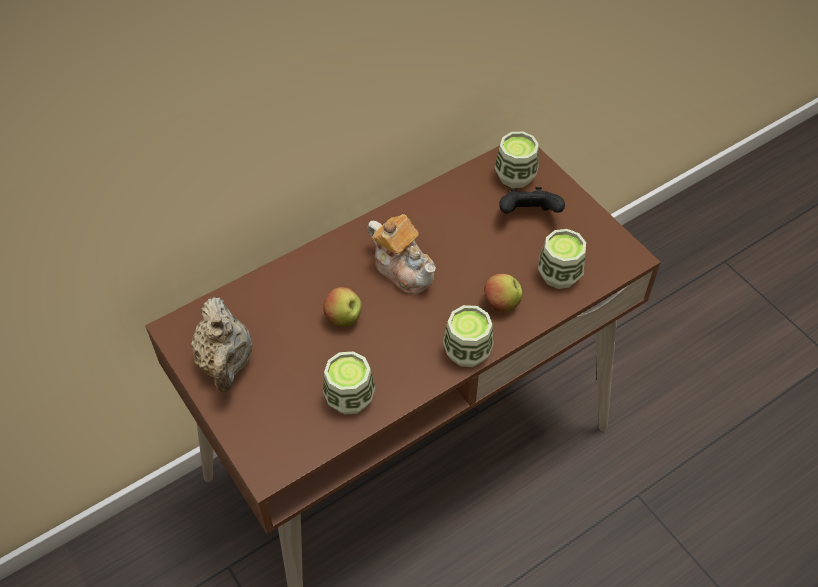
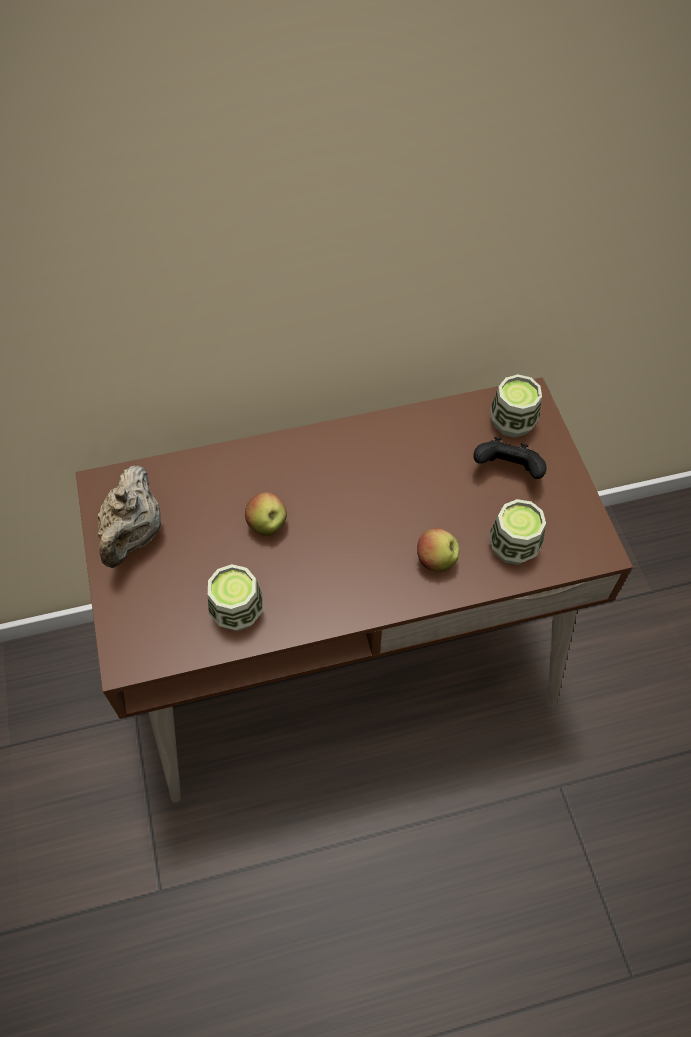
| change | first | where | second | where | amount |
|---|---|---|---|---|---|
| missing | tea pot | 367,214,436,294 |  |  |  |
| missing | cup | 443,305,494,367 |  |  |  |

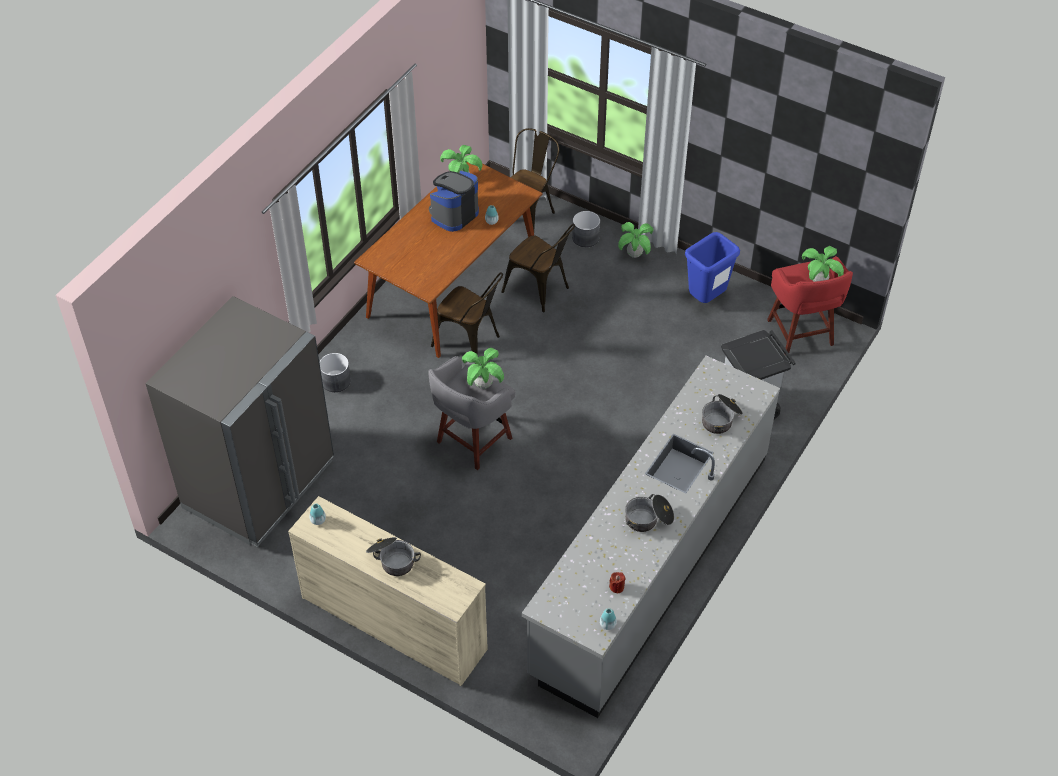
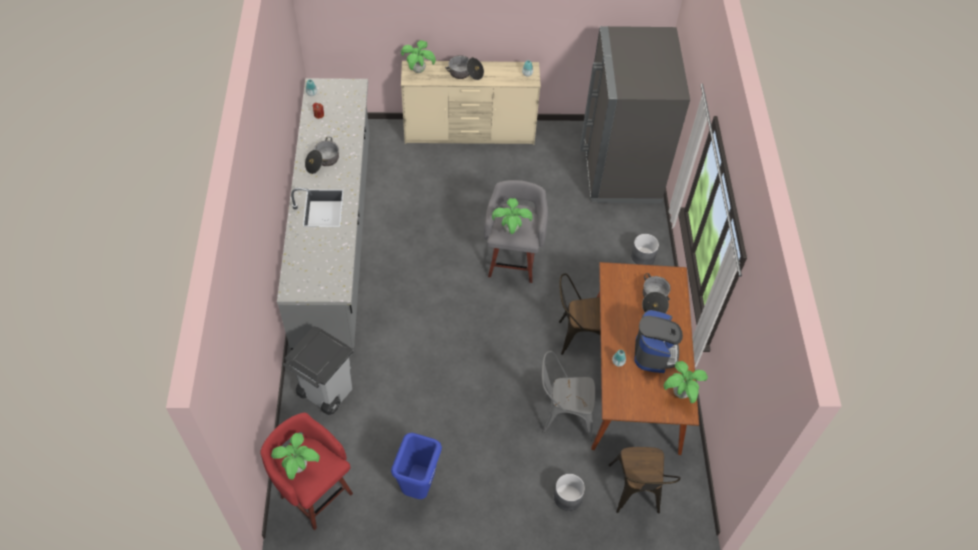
| change | first | where | second | where | amount |
|---|---|---|---|---|---|
| relocated | houseplant | 618,222,653,258 |  | 401,40,436,73 |  |
| relocated | saucepot | 702,394,743,434 |  | 642,273,671,314 |  |
| colour | plain chair in brown-coloured | 502,224,575,312 | plain chair in grey | 542,351,595,441 |  |

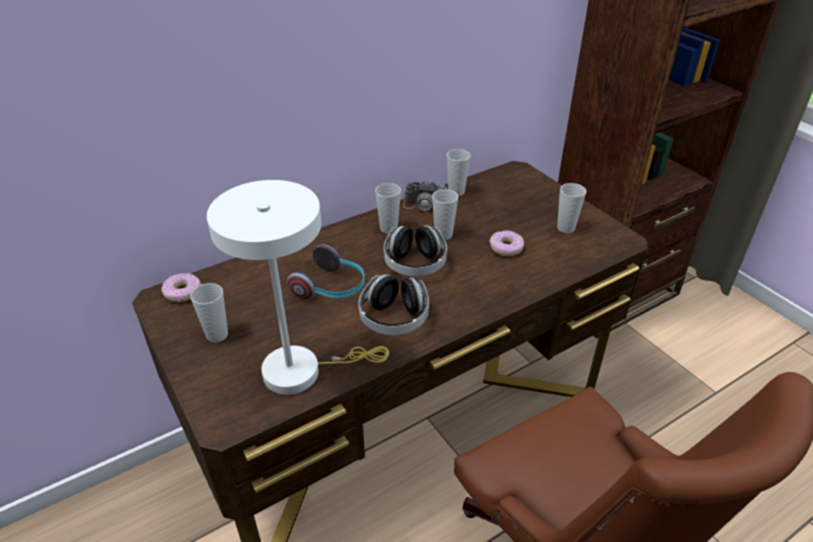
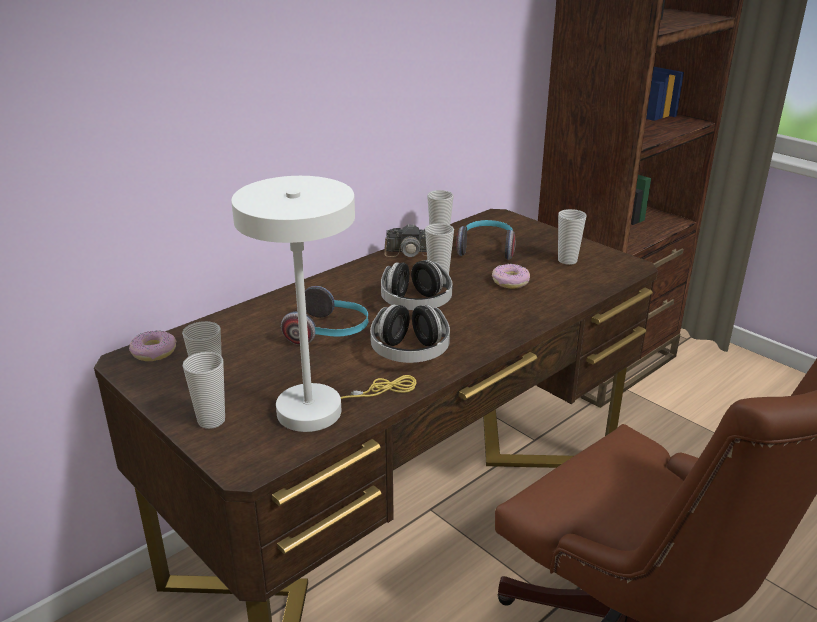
| change | first | where | second | where | amount |
|---|---|---|---|---|---|
| appeared |  |  | pair of headphones | 456,220,516,260 |  |
| relocated | cup | 375,183,401,234 |  | 183,352,225,429 |  |

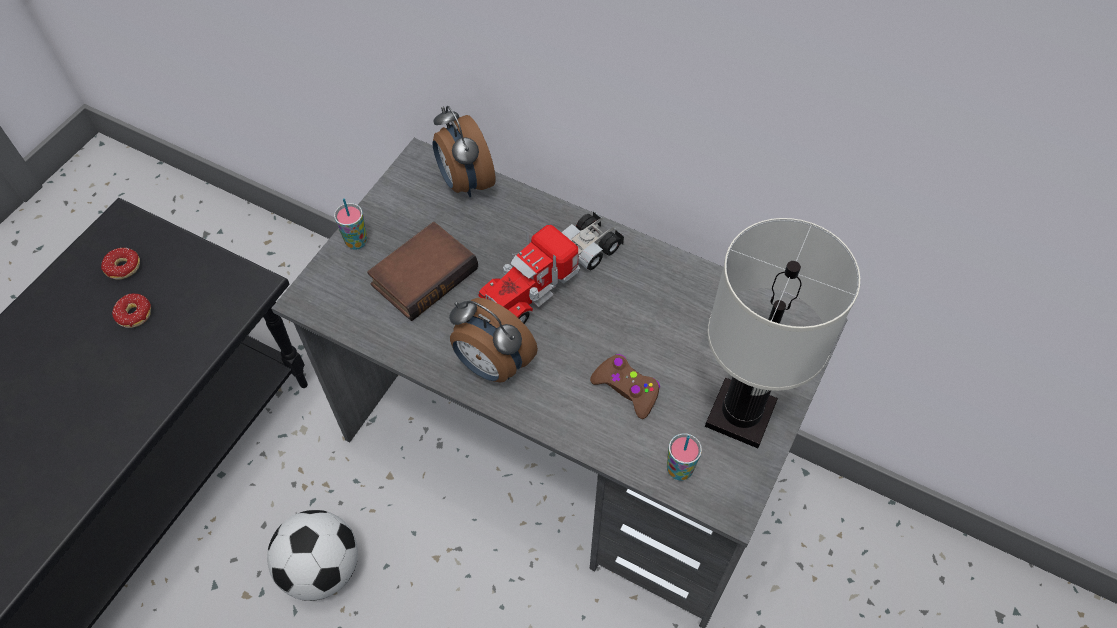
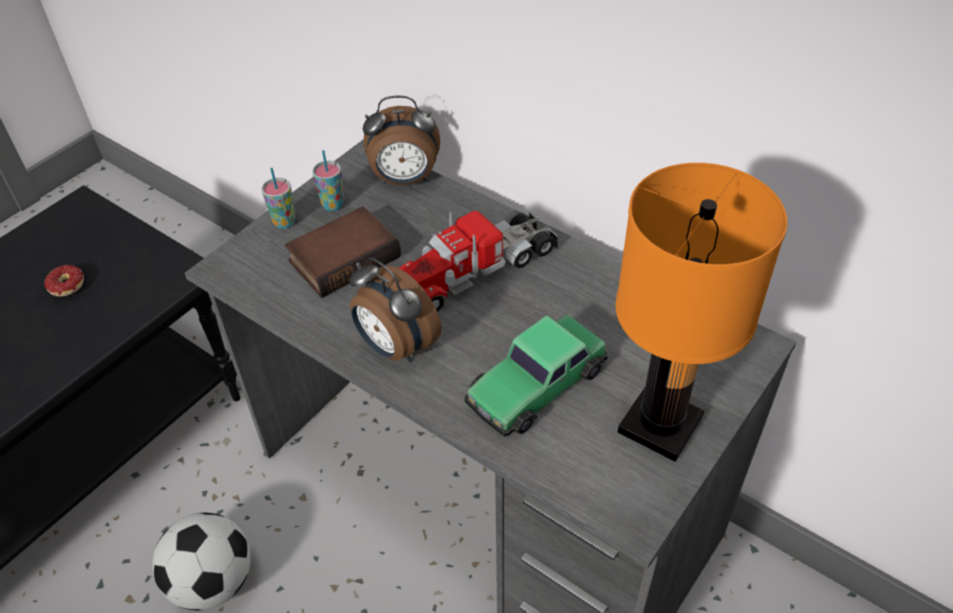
| change | first | where | second | where | amount |
|---|---|---|---|---|---|
| missing | ring doughnut | 101,248,140,280 |  |  |  |
| relocated | cup | 667,433,702,480 |  | 312,150,344,211 |  |
| exchanged | joypad in brown-coloured | 590,354,660,419 | toy car | 465,314,608,437 |  |
| colour | tabletop lamp in white-coloured | 705,218,860,448 | tabletop lamp in orangey | 615,163,788,462 |  |
| spun | table clock | 433,106,495,197 |  | 363,96,440,185 | 75 degrees counterclockwise |

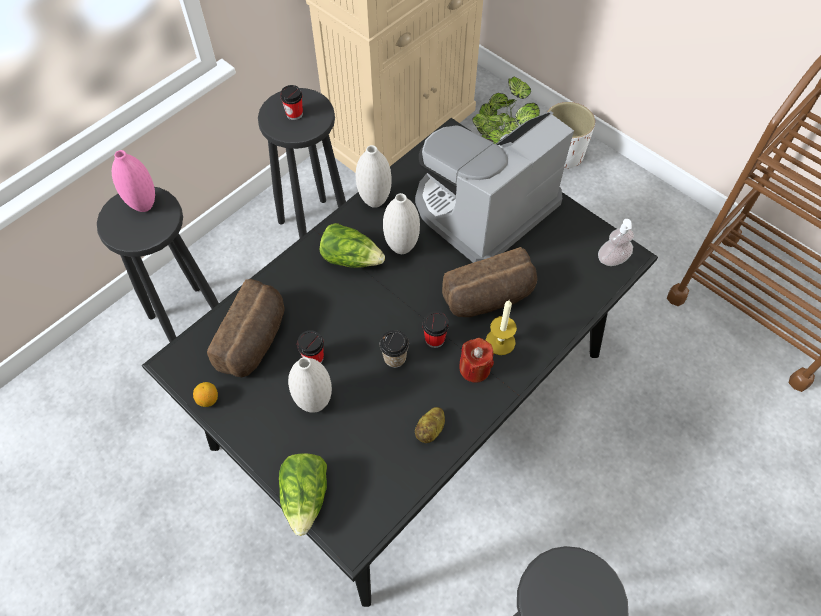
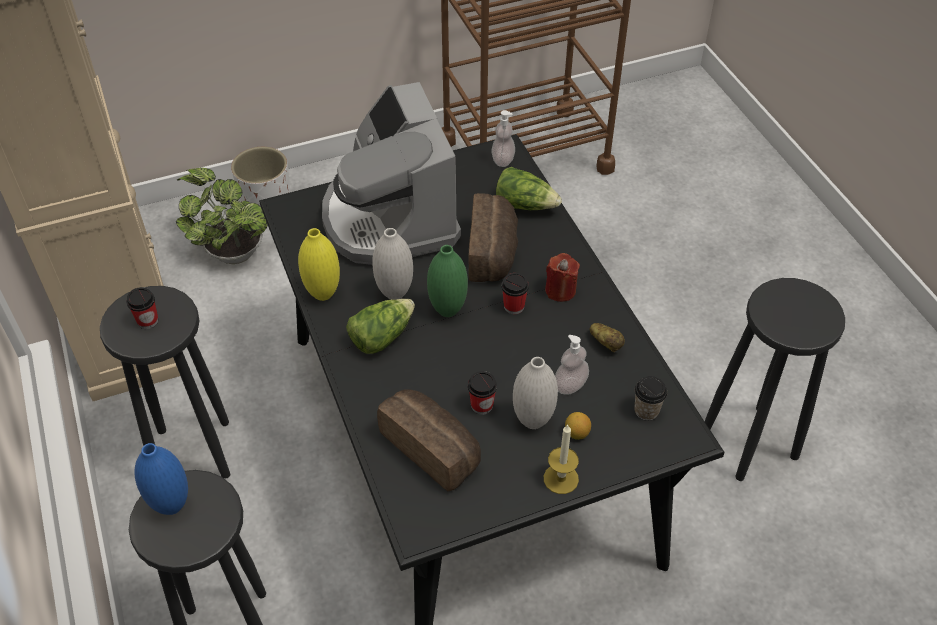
| change | first | where | second | where | amount |
|---|---|---|---|---|---|
| appeared |  |  | vase in green | 427,245,468,317 |  |
| appeared |  |  | liquid soap bottle | 555,335,589,395 |  |
| relocated | citrus fruit | 193,382,218,407 |  | 565,412,591,440 |  |
| relocated | head of lettuce | 279,453,327,536 |  | 496,167,562,210 |  |
| relocated | cup | 380,330,409,368 |  | 634,376,667,421 |  |
| relocated | wax candle | 486,300,517,355 |  | 544,425,579,494 |  |
| colour | vase in pink | 112,150,155,212 | vase in blue | 134,443,188,515 |  |
| colour | vase in white-coloured | 356,145,392,208 | vase in yellow-coloured | 298,228,340,301 |  |

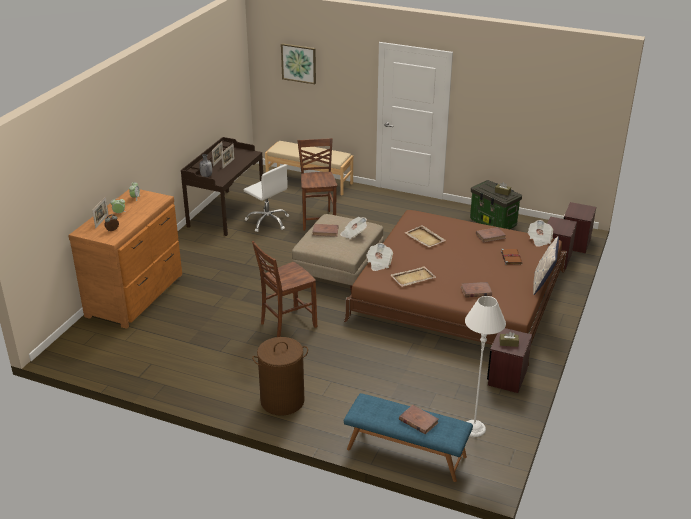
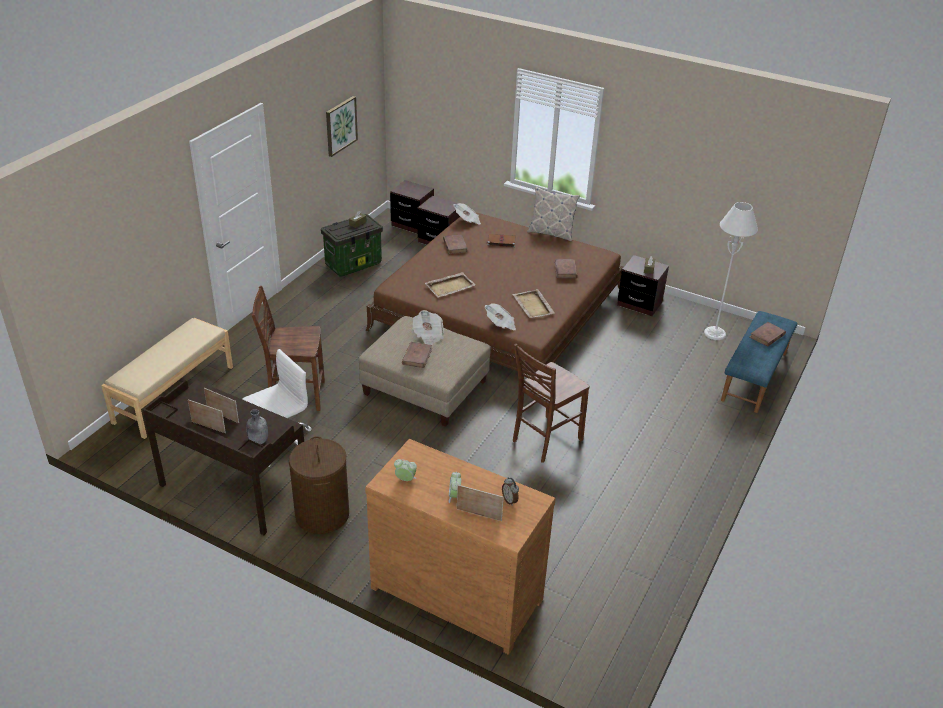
| change | first | where | second | where | amount |
|---|---|---|---|---|---|
| relocated | laundry basket in brown-coloured | 252,337,308,416 |  | 289,436,349,534 |  |
| relocated | picture | 281,43,316,84 |  | 326,96,358,157 |  |
| spun | plain chair in brown-coloured | 252,241,317,337 |  | 513,344,590,463 | 75 degrees clockwise |

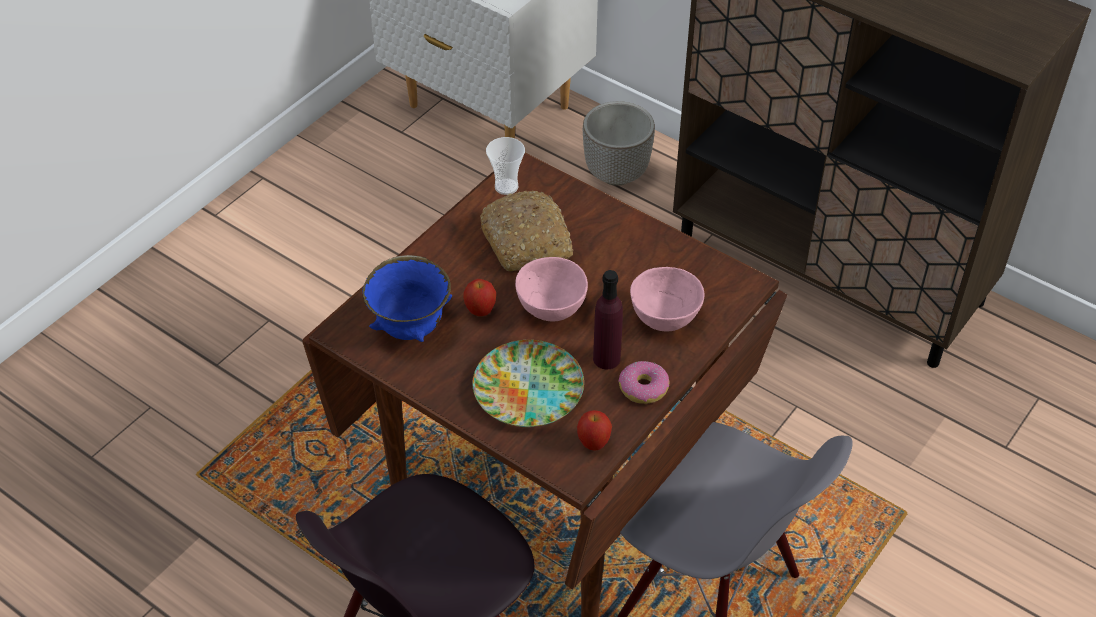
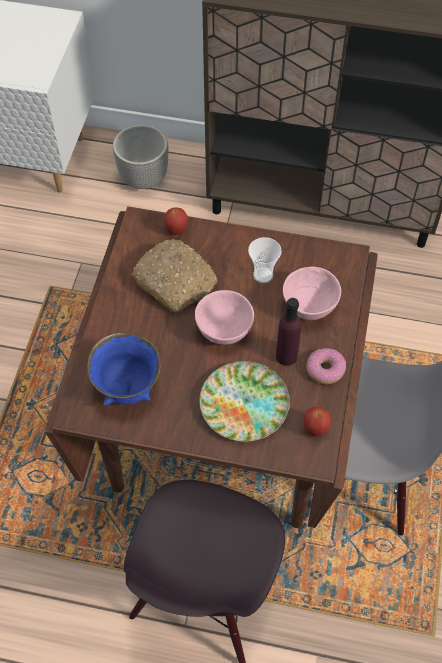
| change | first | where | second | where | amount |
|---|---|---|---|---|---|
| relocated | whole apple | 463,279,496,316 |  | 164,207,188,235 |  |
| relocated | cup | 486,137,525,195 |  | 248,237,282,283 |  |

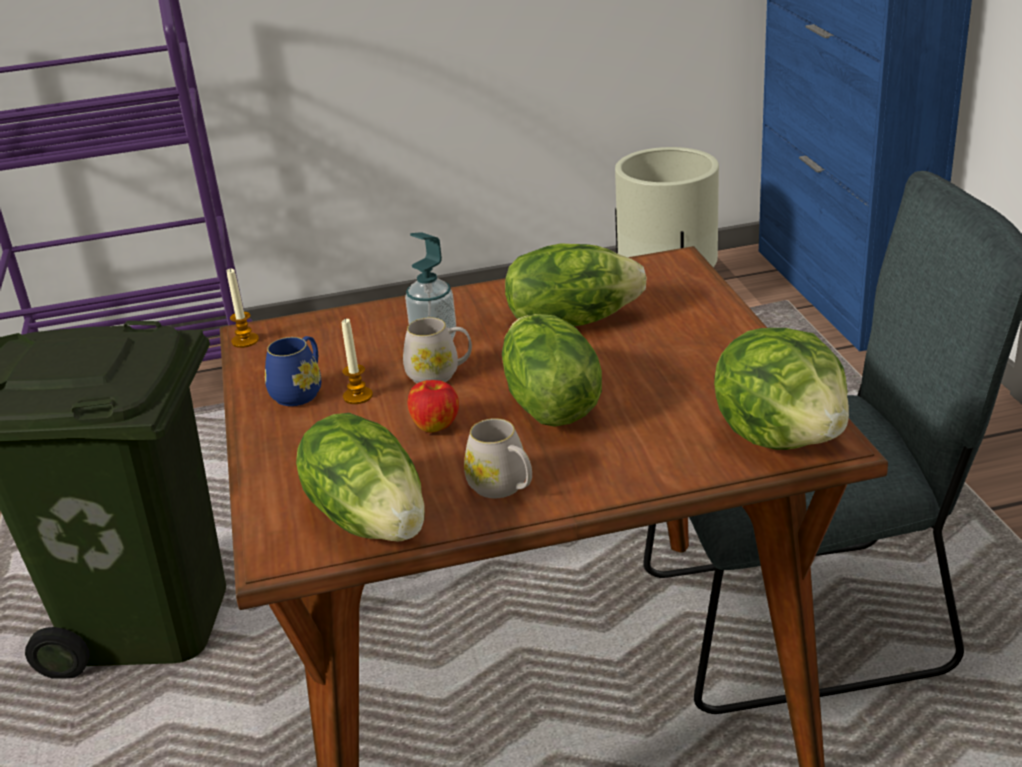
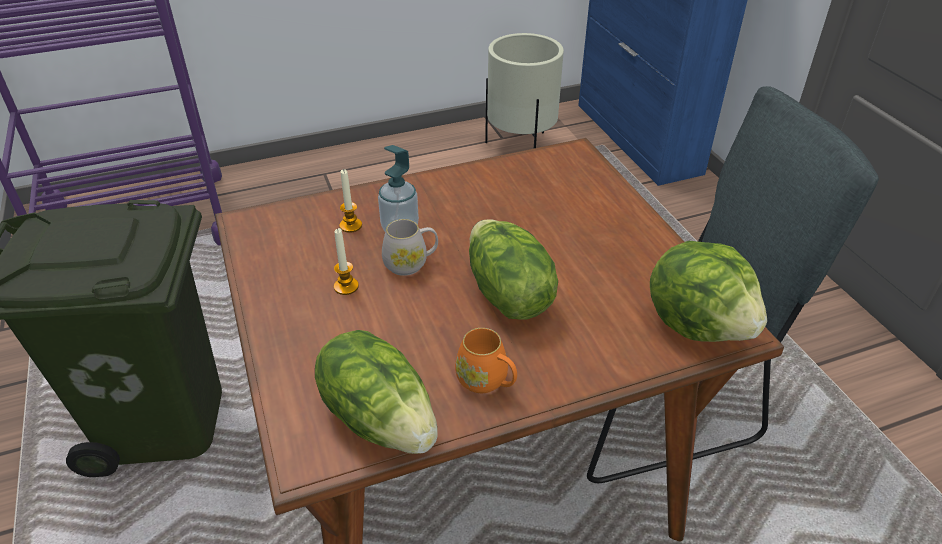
| change | first | where | second | where | amount |
|---|---|---|---|---|---|
| missing | mug in blue | 265,336,321,406 |  |  |  |
| missing | whole apple | 407,380,459,433 |  |  |  |
| missing | head of lettuce | 505,243,647,326 |  |  |  |
| relocated | wax candle | 227,269,259,348 |  | 339,169,362,233 |  |
| colour | mug in white-coloured | 464,418,532,498 | mug in orangey | 455,328,517,393 |  |

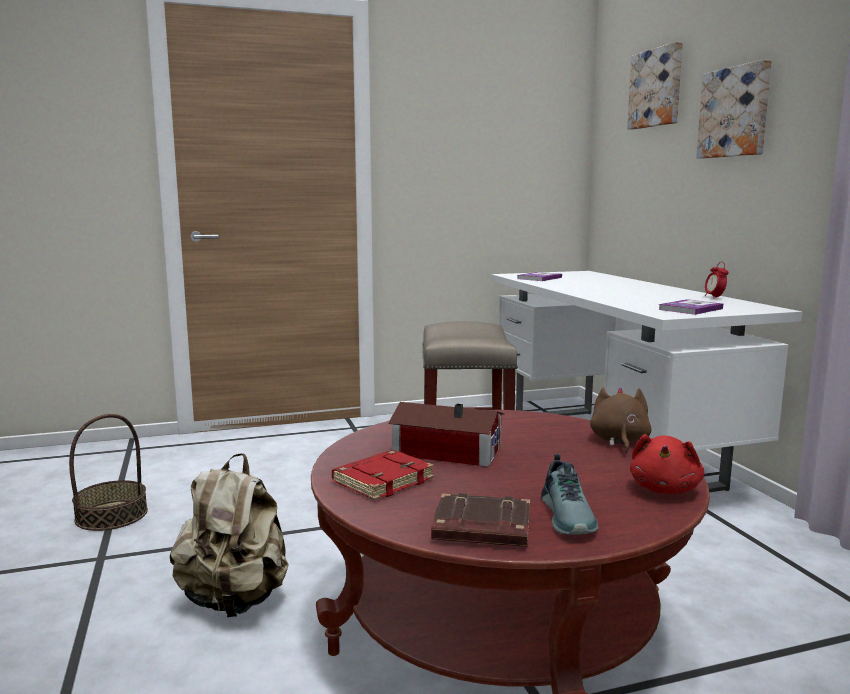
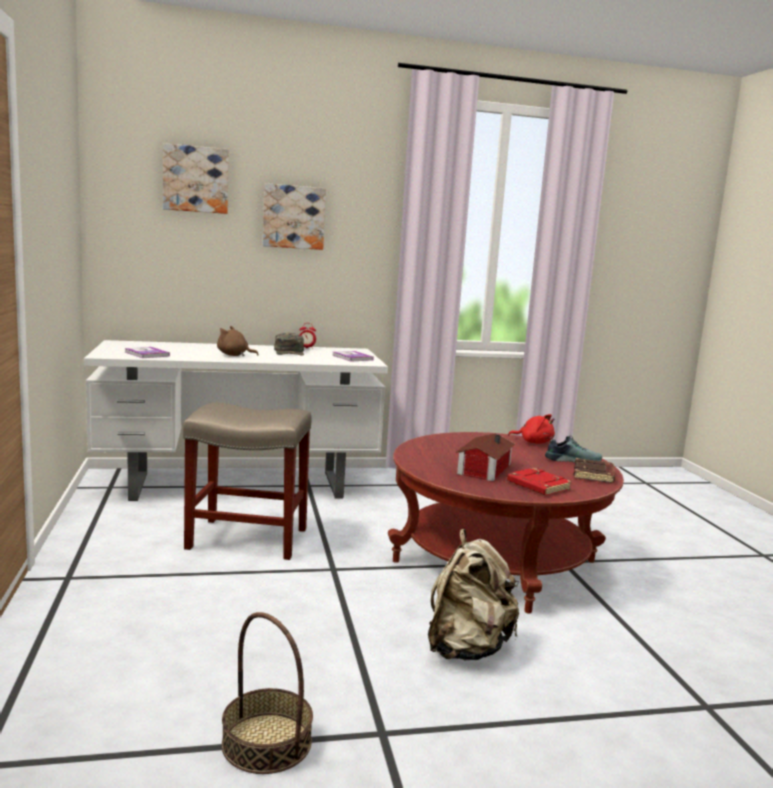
| change | first | where | second | where | amount |
|---|---|---|---|---|---|
| appeared |  |  | baseball cap in green | 274,333,304,356 |  |
| relocated | cuddly toy in brown-coloured | 590,387,652,453 |  | 217,326,259,356 |  |

